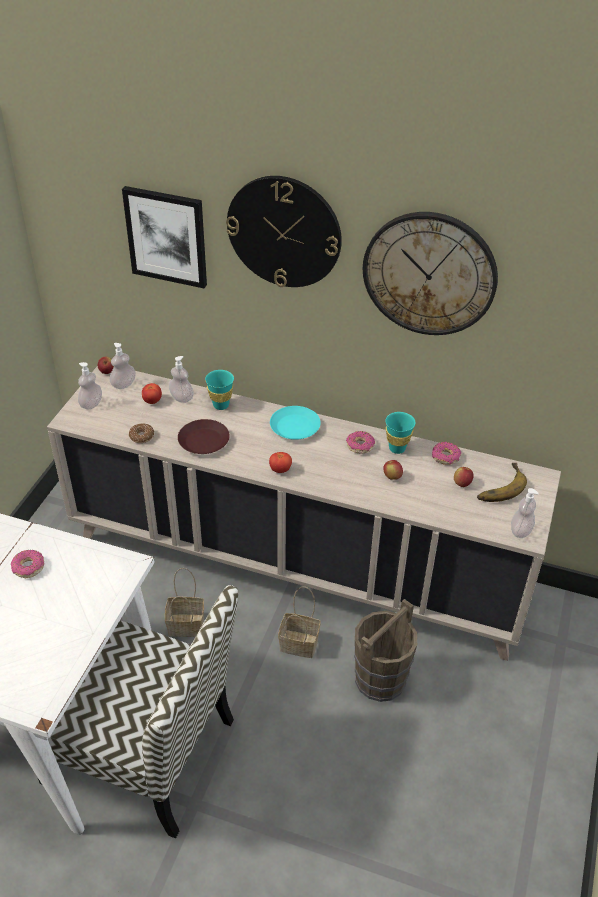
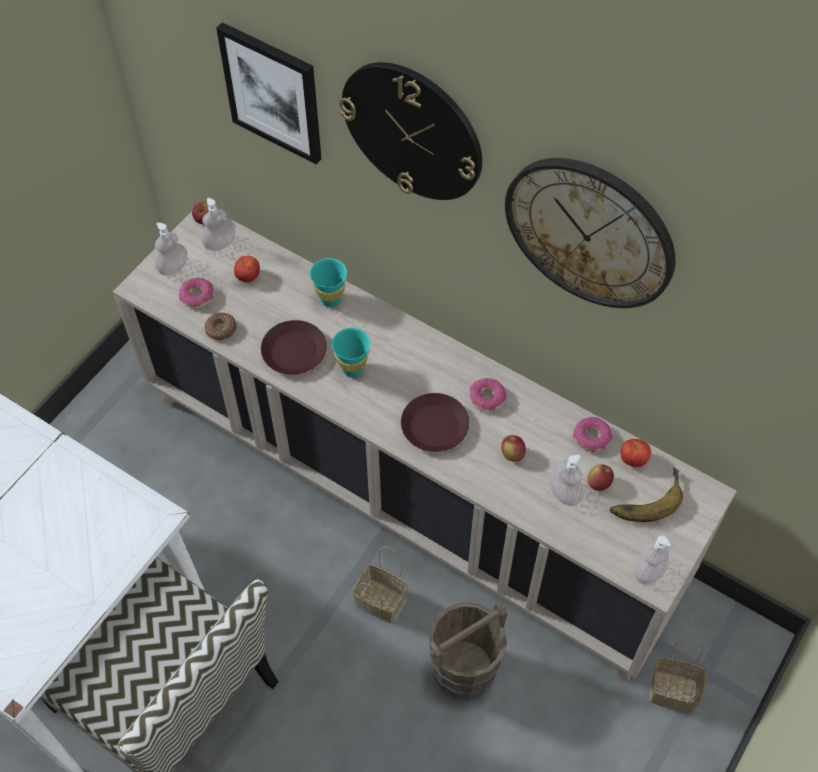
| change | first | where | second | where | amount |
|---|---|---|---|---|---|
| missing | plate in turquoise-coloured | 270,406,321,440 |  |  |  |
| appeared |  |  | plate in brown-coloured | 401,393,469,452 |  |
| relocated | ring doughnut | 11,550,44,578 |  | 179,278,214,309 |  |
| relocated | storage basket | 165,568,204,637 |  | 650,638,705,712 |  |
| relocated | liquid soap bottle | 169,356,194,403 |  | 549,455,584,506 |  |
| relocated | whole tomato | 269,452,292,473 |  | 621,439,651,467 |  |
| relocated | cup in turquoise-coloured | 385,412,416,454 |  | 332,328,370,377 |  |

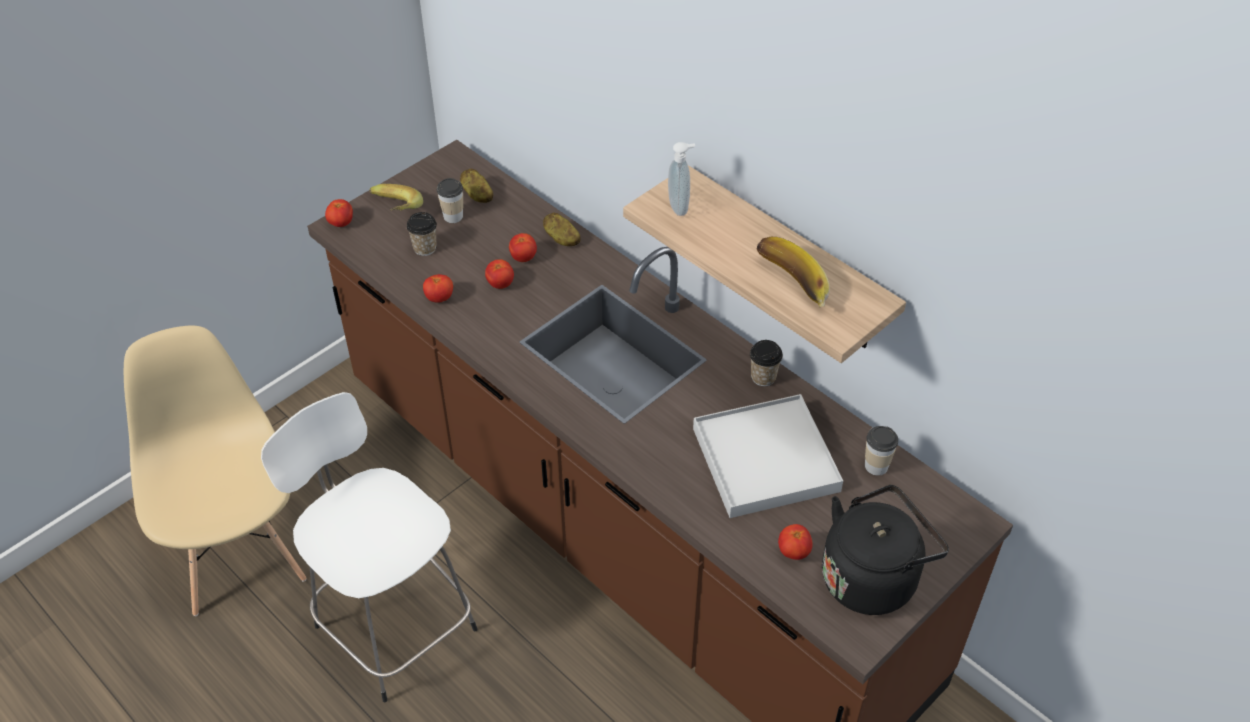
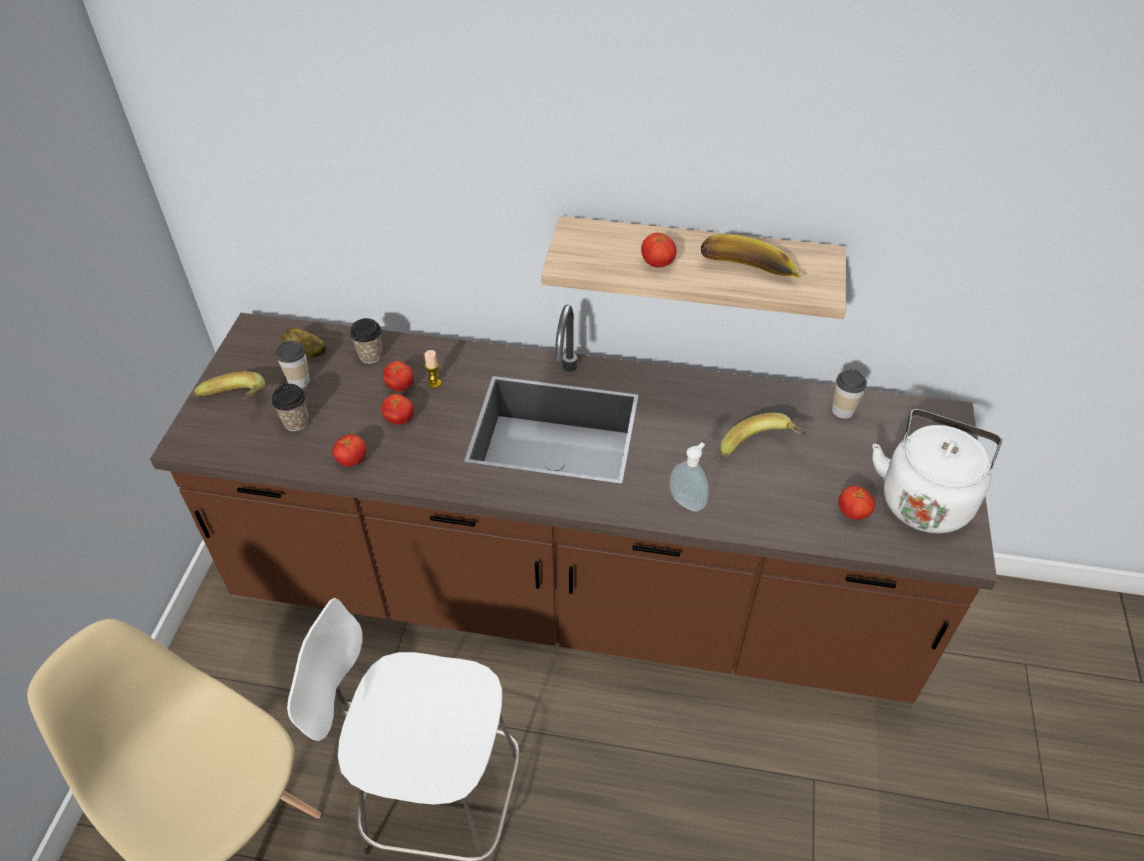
| change | first | where | second | where | amount |
|---|---|---|---|---|---|
| missing | spud | 543,213,581,246 |  |  |  |
| appeared |  |  | wax candle | 424,350,441,388 |  |
| relocated | whole tomato | 325,199,353,227 |  | 641,233,677,267 |  |
| relocated | liquid soap bottle | 668,142,695,216 |  | 670,442,709,512 |  |
| relocated | cup | 750,340,783,386 |  | 350,318,383,364 |  |
| exchanged | serving tray in white-coloured | 693,394,843,518 | banana fruit | 720,413,807,458 |  |
| colour | kettle in black | 822,485,949,615 | kettle in white-coloured | 872,409,1002,533 |  |

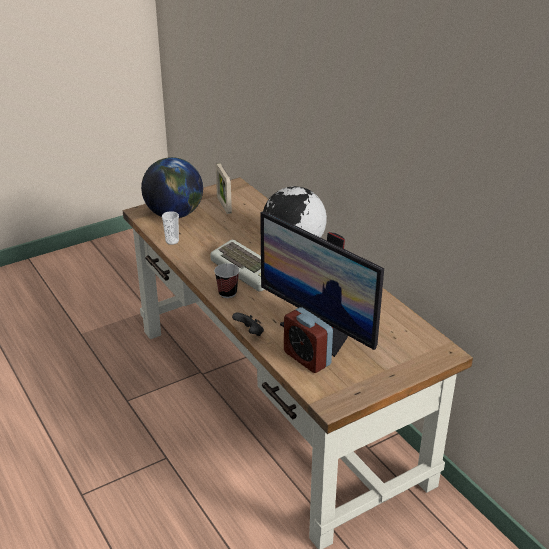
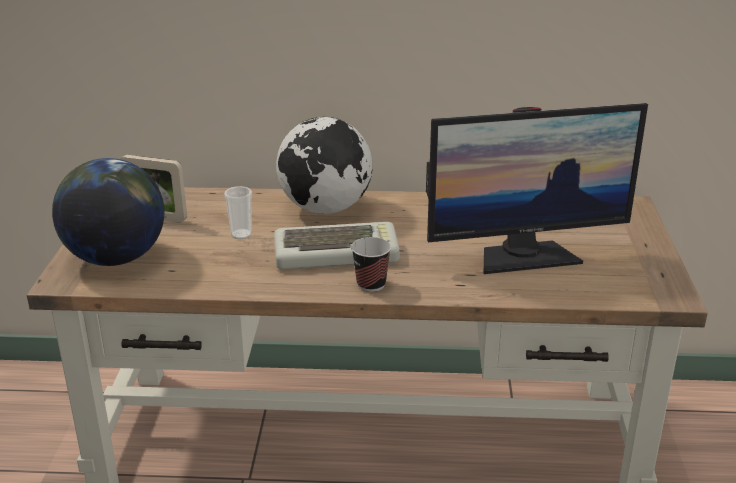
| change | first | where | second | where | amount |
|---|---|---|---|---|---|
| missing | joypad in black | 232,312,264,336 |  |  |  |
| missing | table clock | 284,307,333,373 |  |  |  |
| relocated | cup | 162,211,179,245 |  | 224,186,252,239 |  |

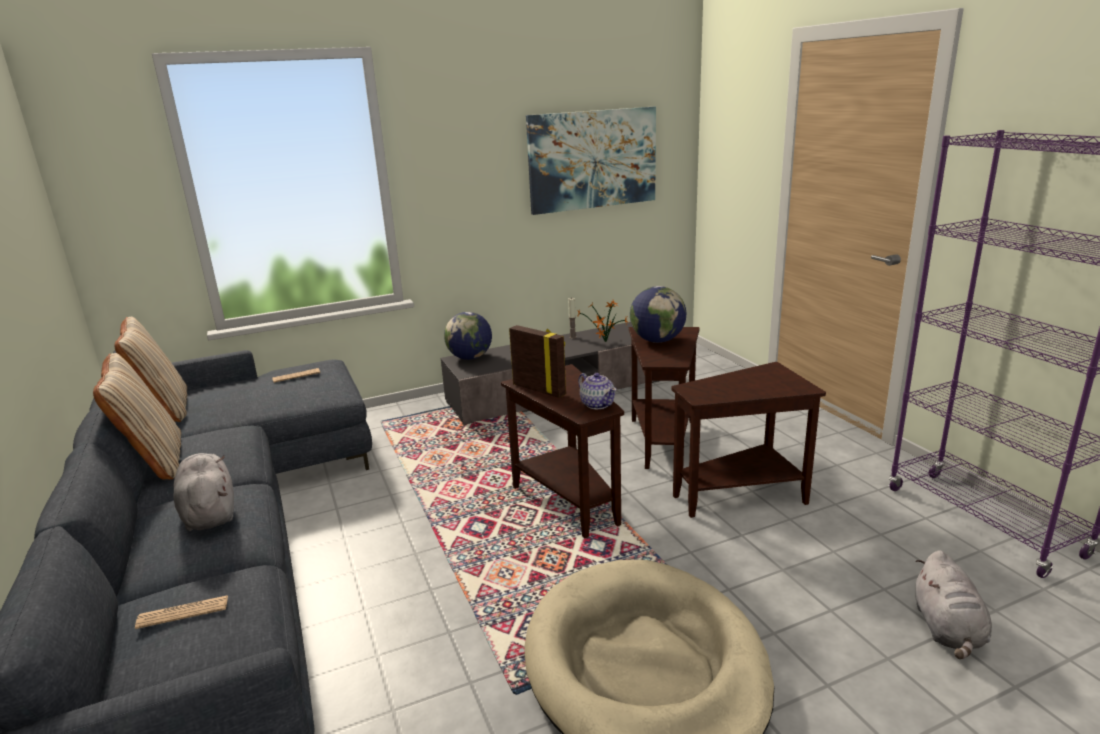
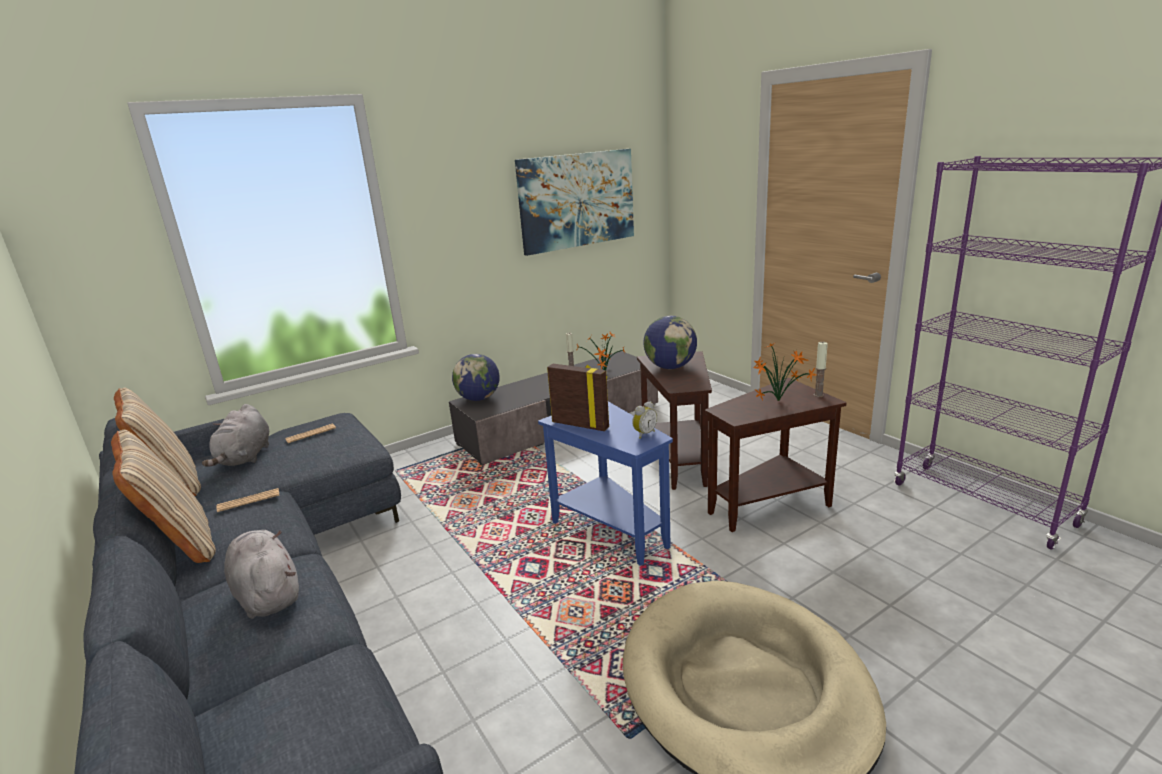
| change | first | where | second | where | amount |
|---|---|---|---|---|---|
| appeared |  |  | houseplant | 753,341,816,401 |  |
| appeared |  |  | wax candle | 814,342,828,397 |  |
| relocated | daily paper | 135,595,228,629 |  | 216,488,279,512 |  |
| relocated | cuddly toy in grey | 915,550,992,659 |  | 202,404,269,467 |  |
| exchanged | tea pot | 578,373,617,409 | table clock | 632,401,657,439 |  |
| colour | side table in brown-coloured | 501,364,624,539 | side table in blue | 538,401,673,566 |  |

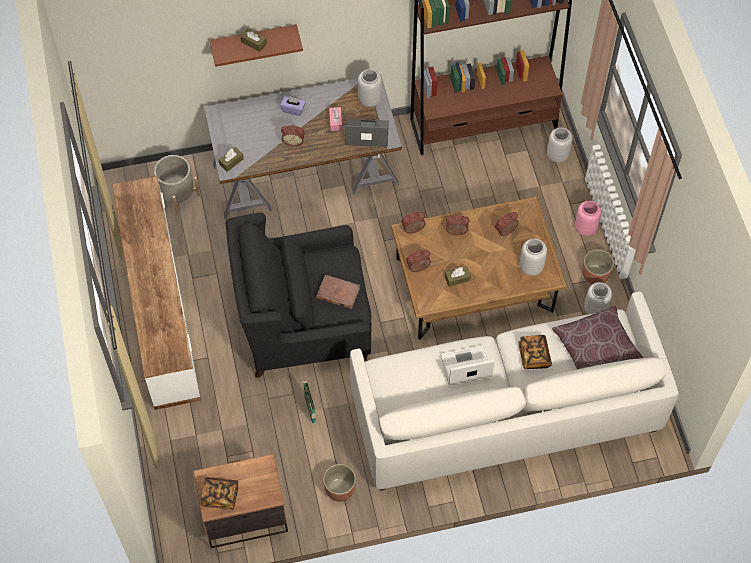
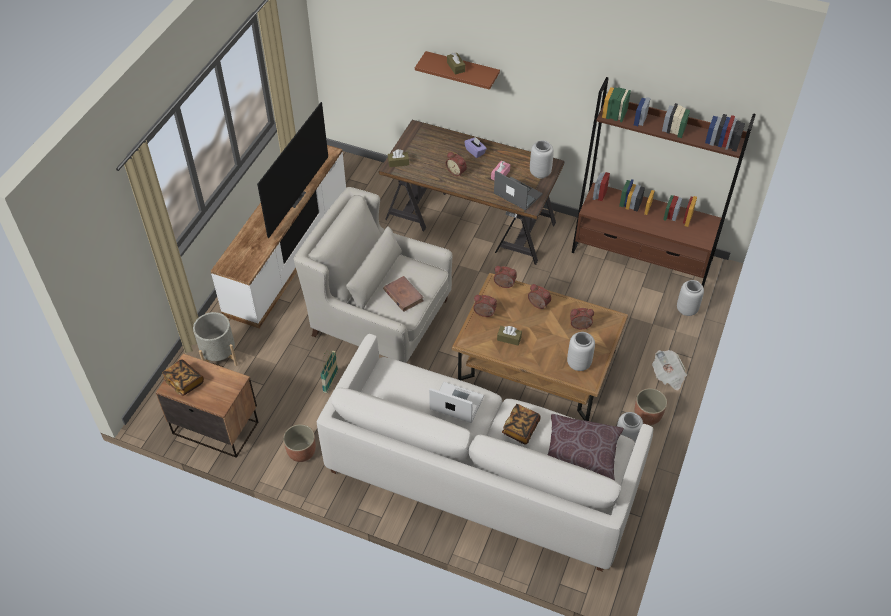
| change | first | where | second | where | amount |
|---|---|---|---|---|---|
| appeared |  |  | TV set | 257,102,328,238 |  |
| relocated | plant pot in grey | 154,155,200,215 |  | 193,312,238,366 |  |
| exchanged | vase in pink | 575,201,601,236 | daily paper | 652,350,687,390 |  |
| colour | desk unit in grey | 204,74,402,220 | desk unit in brown-coloured | 379,120,564,265 |  |
| colour | lounge chair in black | 226,212,372,378 | lounge chair in white-coloured | 294,187,452,363 |  |

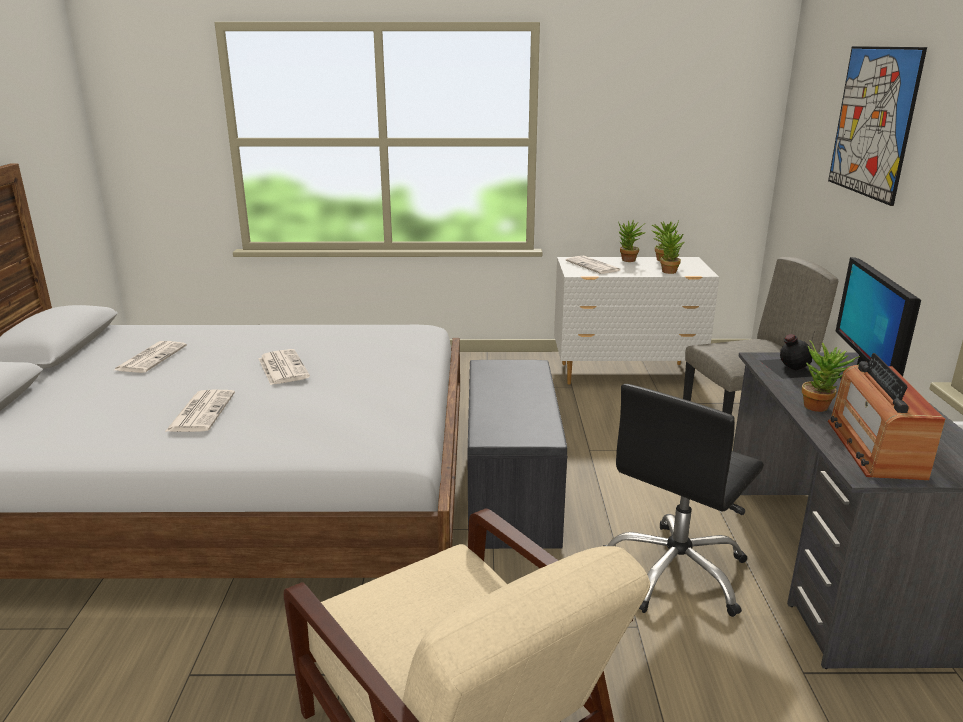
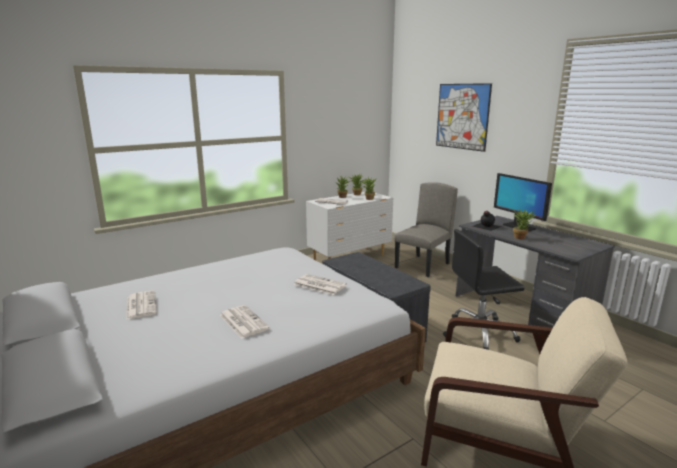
| change | first | where | second | where | amount |
|---|---|---|---|---|---|
| missing | radio set | 828,353,945,480 |  |  |  |
| relocated | daily paper | 258,349,310,385 |  | 294,274,347,295 |  |
| spun | desk chair in black | 603,384,764,617 |  | 443,229,524,350 | 75 degrees clockwise |

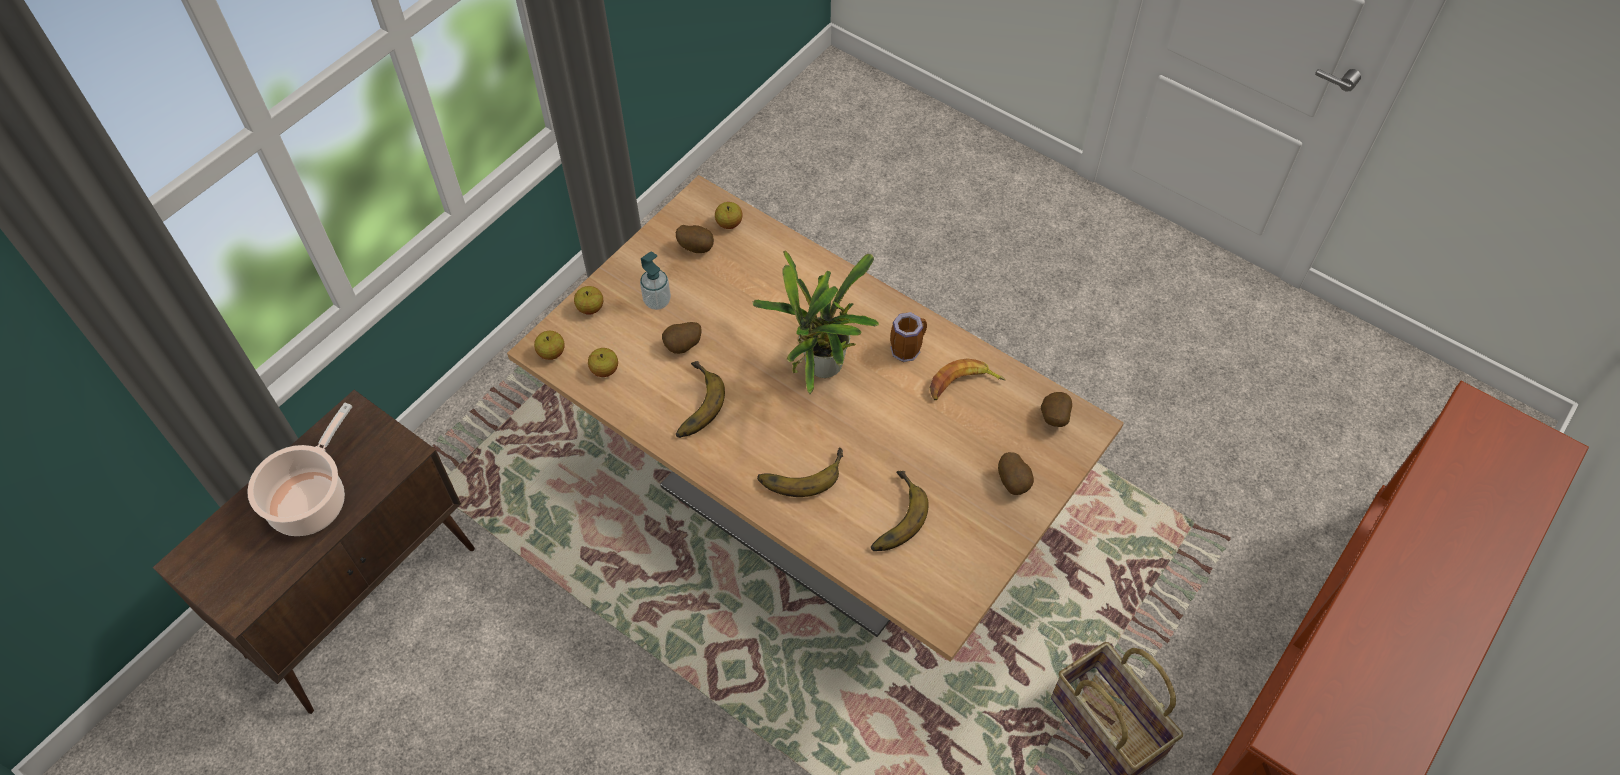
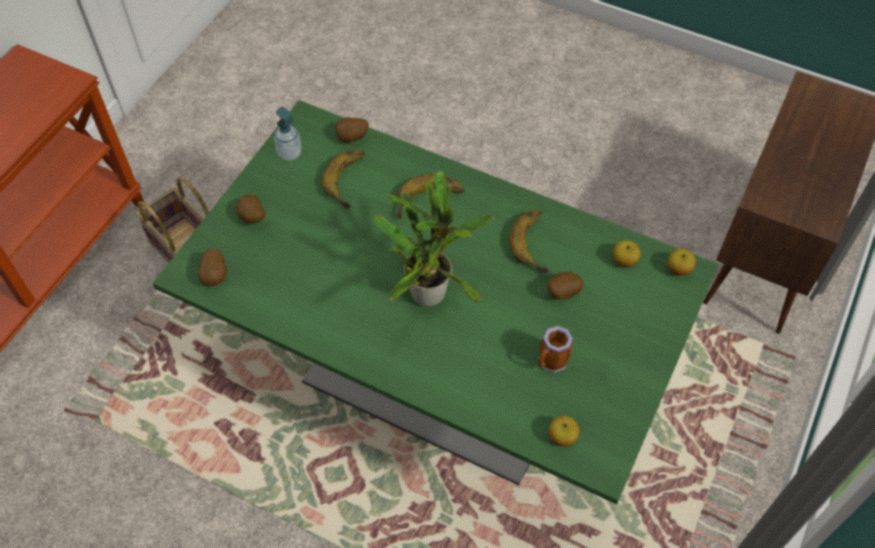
| change | first | where | second | where | amount |
|---|---|---|---|---|---|
| missing | saucepot | 247,403,352,536 |  |  |  |
| missing | whole apple | 574,286,603,315 |  |  |  |
| missing | banana fruit | 930,359,1006,400 |  |  |  |
| relocated | liquid soap bottle | 640,251,671,310 |  | 274,106,302,161 |  |
| relocated | spud | 676,225,714,253 |  | 335,117,369,143 |  |
| relocated | mug | 890,312,927,362 |  | 538,326,573,373 |  |
| colour | dinner table in brown-coloured | 507,175,1124,662 | dinner table in green | 153,100,719,505 |  |

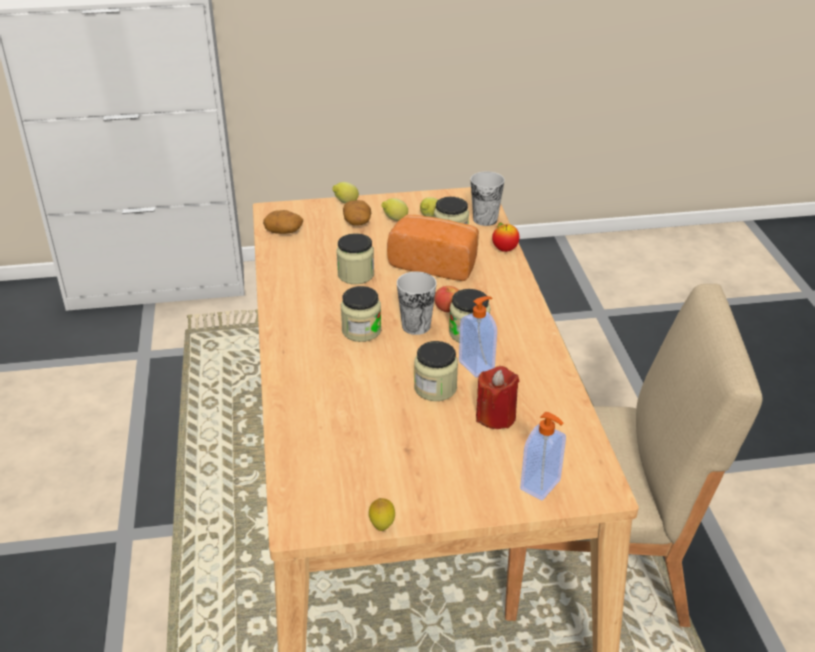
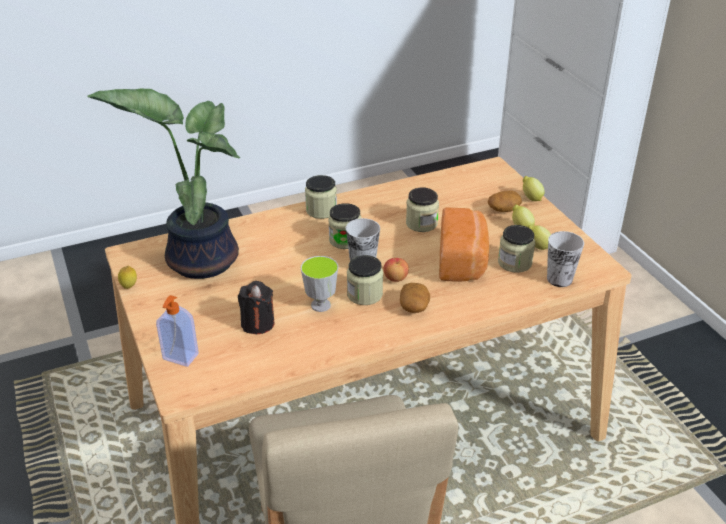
| change | first | where | second | where | amount |
|---|---|---|---|---|---|
| missing | whole apple | 492,222,519,252 |  |  |  |
| appeared |  |  | houseplant | 87,89,240,279 |  |
| relocated | spud | 263,210,303,234 |  | 400,283,430,313 |  |
| relocated | jar | 414,341,458,401 |  | 305,175,337,219 |  |
| exchanged | liquid soap bottle | 459,296,497,378 | cup | 301,256,338,312 |  |
| colour | wax candle in red-coloured | 476,366,519,429 | wax candle in black | 238,281,274,334 |  |

